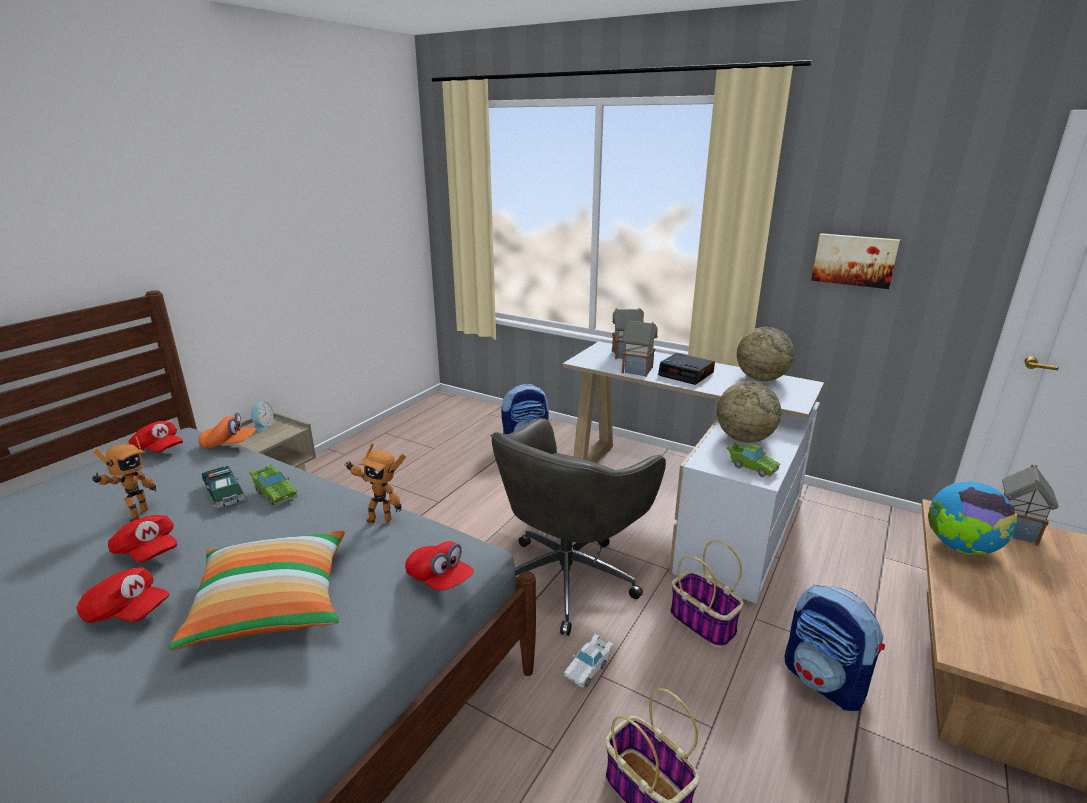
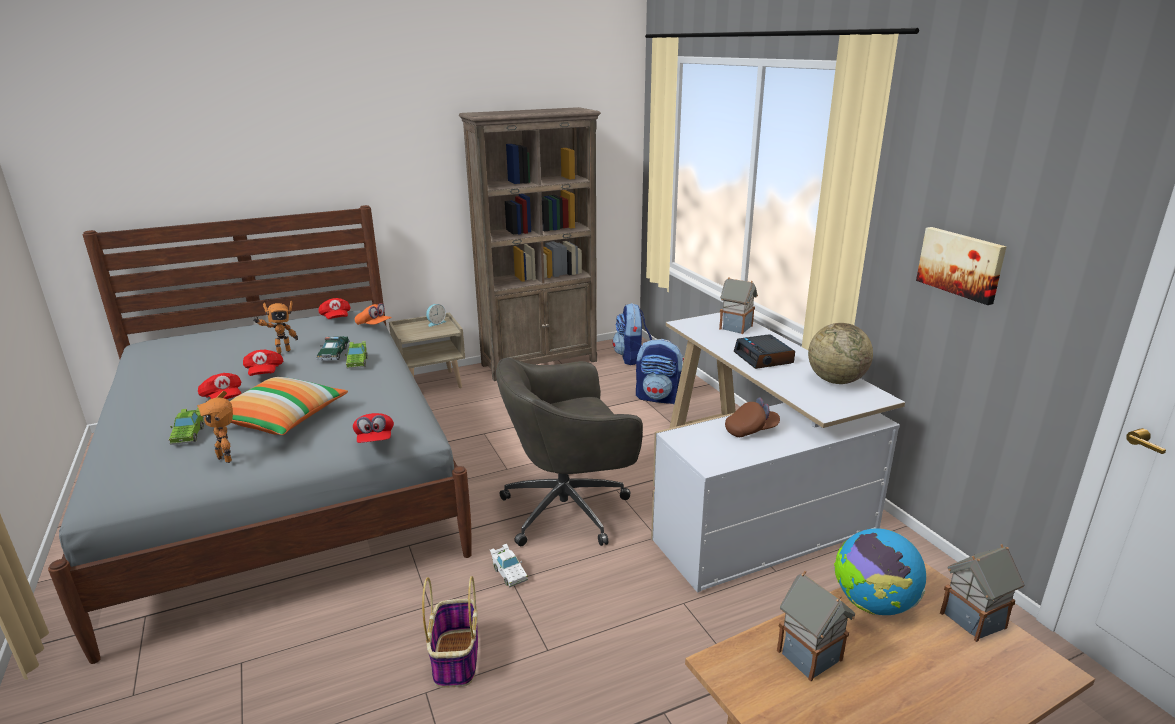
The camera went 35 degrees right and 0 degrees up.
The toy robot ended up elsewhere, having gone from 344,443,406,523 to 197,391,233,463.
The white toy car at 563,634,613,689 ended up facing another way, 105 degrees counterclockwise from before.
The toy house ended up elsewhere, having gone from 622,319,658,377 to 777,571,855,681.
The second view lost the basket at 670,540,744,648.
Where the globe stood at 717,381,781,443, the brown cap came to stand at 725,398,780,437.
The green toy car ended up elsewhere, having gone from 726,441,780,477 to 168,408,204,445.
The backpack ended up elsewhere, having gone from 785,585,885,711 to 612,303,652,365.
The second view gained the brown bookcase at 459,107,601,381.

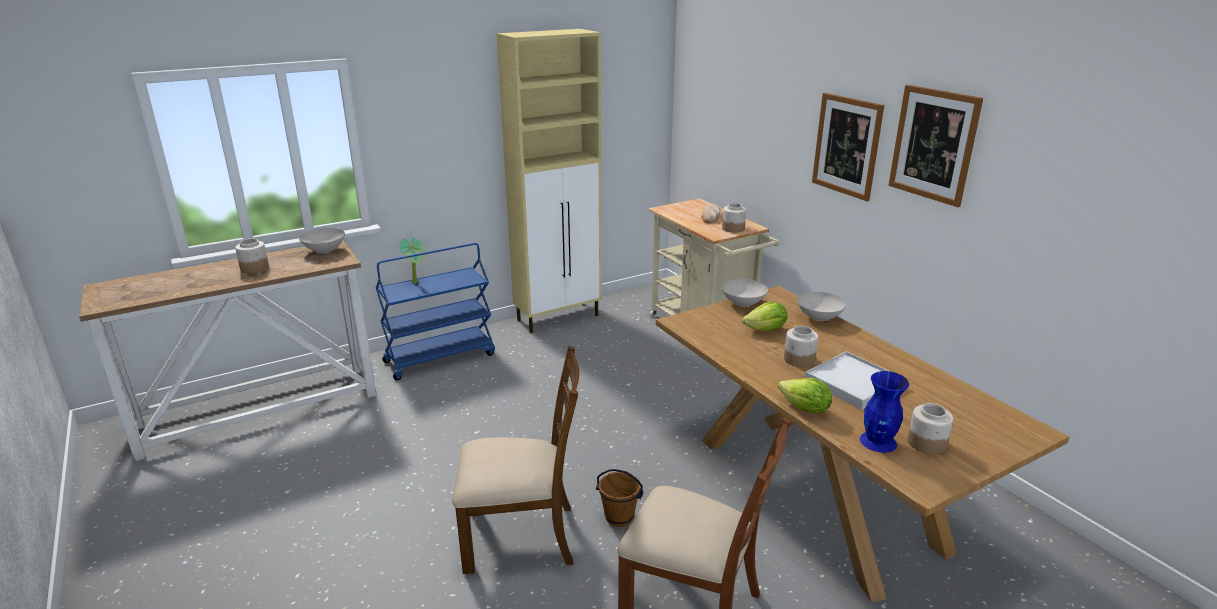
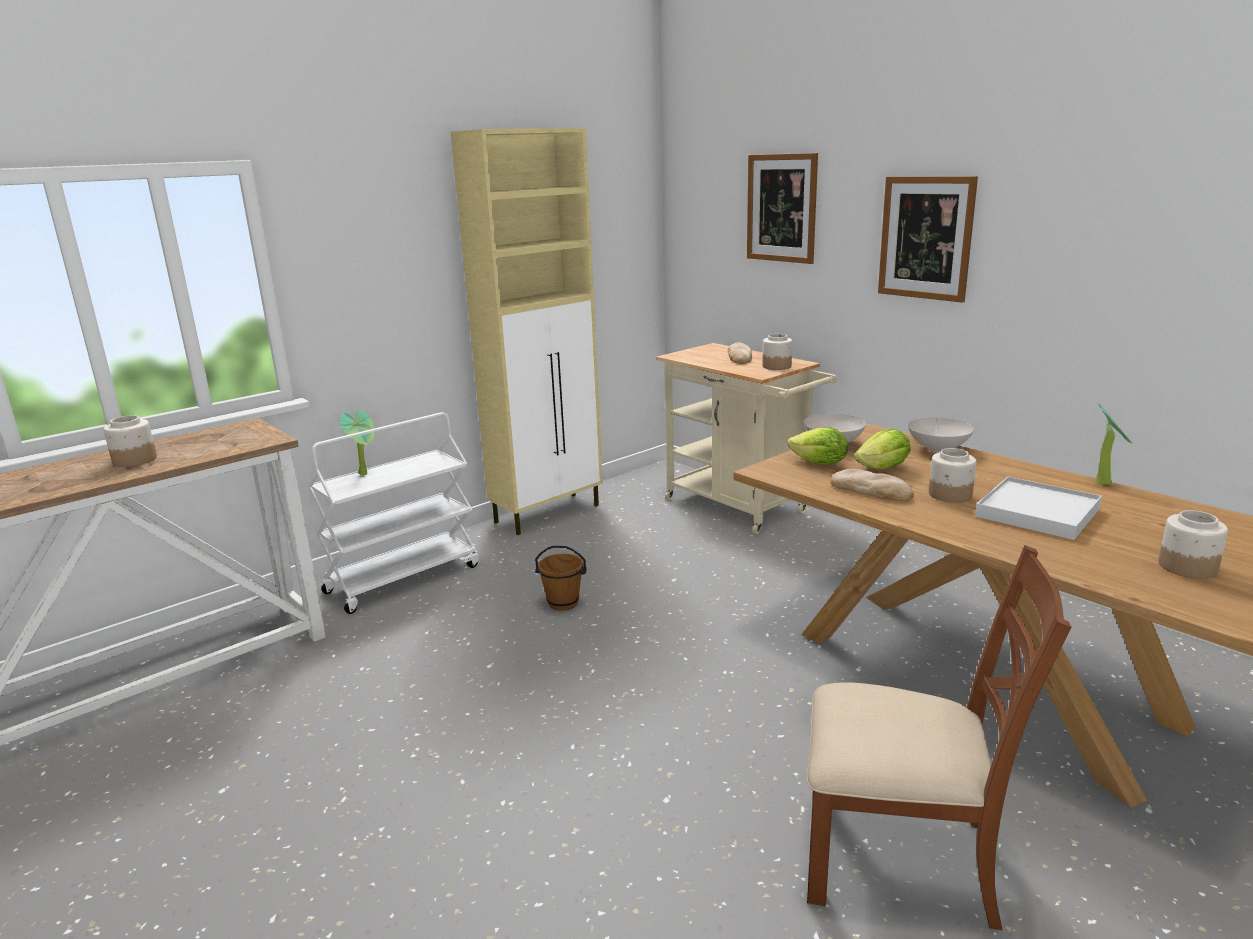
The camera went 10 degrees left and 5 degrees down.
The second view lost the white bowl at 299,228,345,253.
What was the blue cart at 376,243,495,380 turned into the white cart at 308,412,479,614.
The second view lost the brown chair at 452,346,579,574.
The brown bucket ended up elsewhere, having gone from 596,469,644,527 to 535,546,587,611.
The lettuce ended up elsewhere, having gone from 778,378,832,413 to 788,427,848,464.
The second view lost the blue vase at 860,371,909,453.
The picture ended up elsewhere, having gone from 888,85,983,207 to 747,153,818,264.
The second view gained the bread at 830,469,914,501.
The second view gained the potted plant at 1097,403,1132,485.

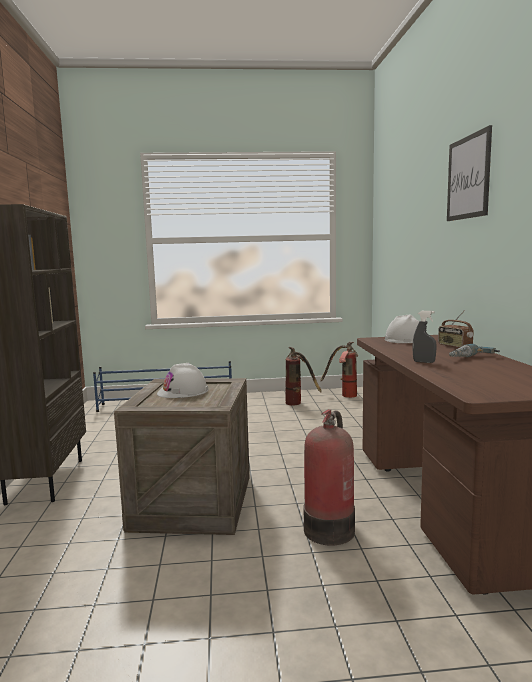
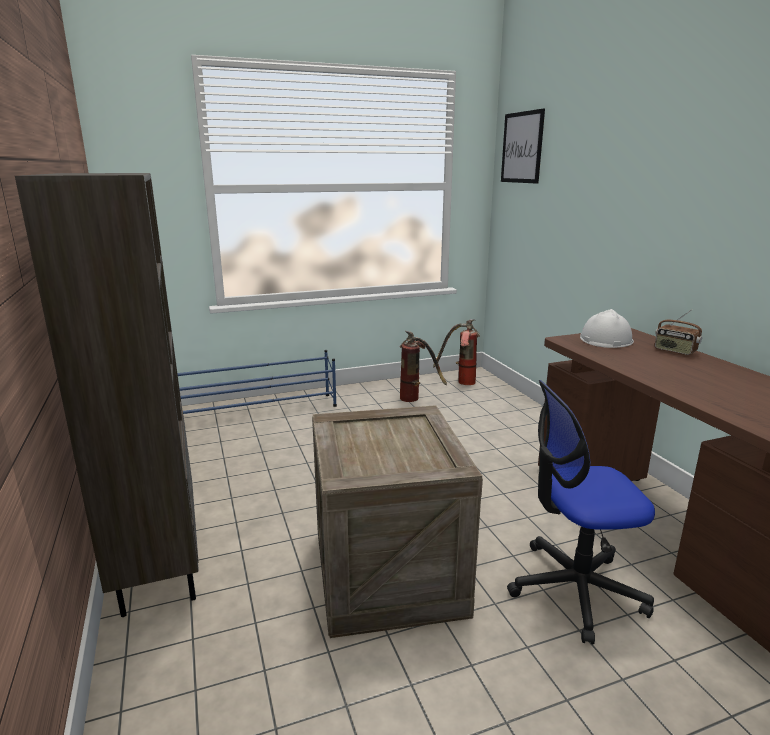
The camera went 15 degrees left and 10 degrees up.
The second view lost the white hard hat at 157,363,209,398.
Where the fire extinguisher stood at 304,409,355,546, the office chair came to stand at 507,380,655,645.
The second view lost the grey spray bottle at 413,311,437,363.
The picture ended up elsewhere, having gone from 447,125,492,221 to 501,109,545,184.
The second view lost the power drill at 449,344,500,357.

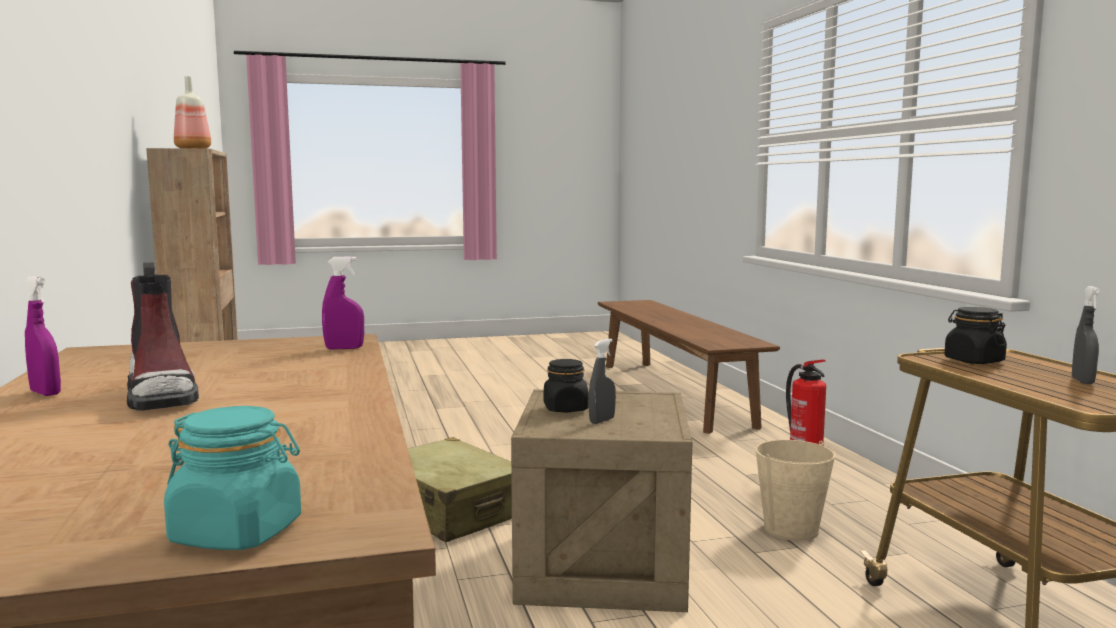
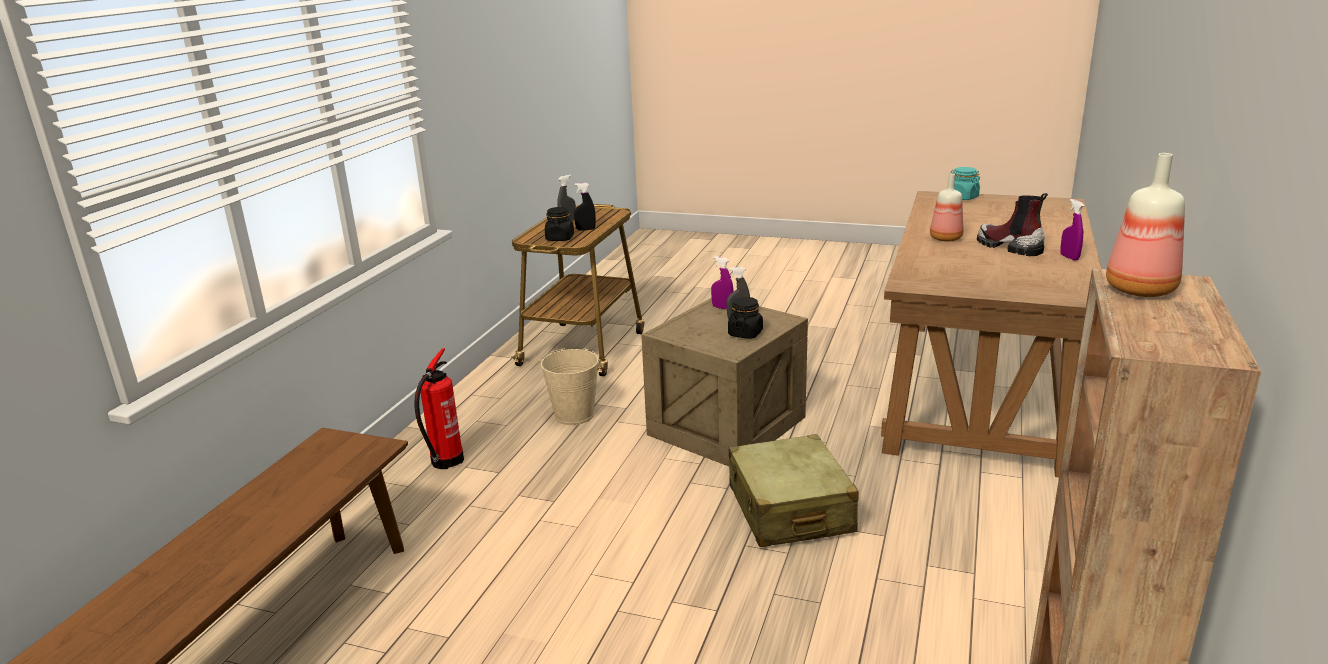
The camera went 145 degrees left and 15 degrees up.
The boot at 127,262,199,411 ended up facing another way, 45 degrees counterclockwise from before.
The purple spray bottle ended up elsewhere, having gone from 322,256,364,349 to 711,256,734,309.
The second view gained the black spray bottle at 574,183,596,230.
The second view gained the bottle at 930,173,963,242.

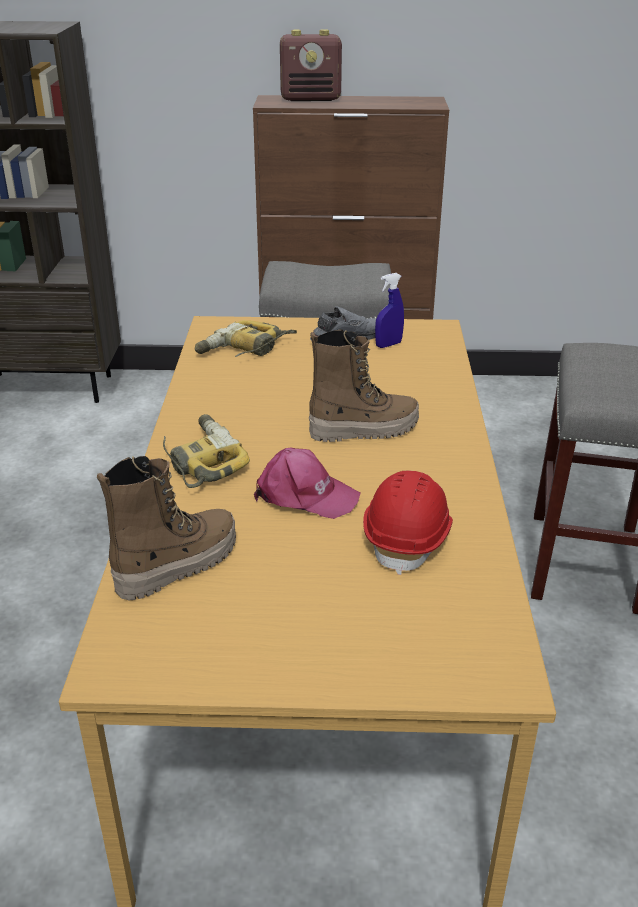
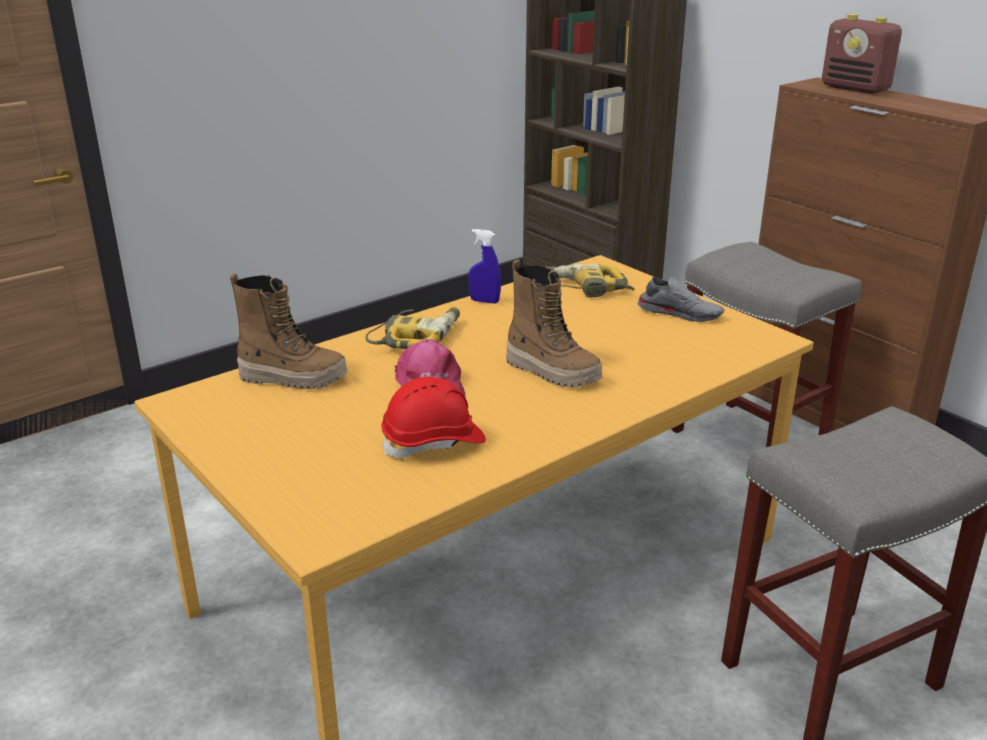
The camera went 50 degrees right and 5 degrees down.
The blue spray bottle ended up elsewhere, having gone from 375,273,404,348 to 468,229,501,304.

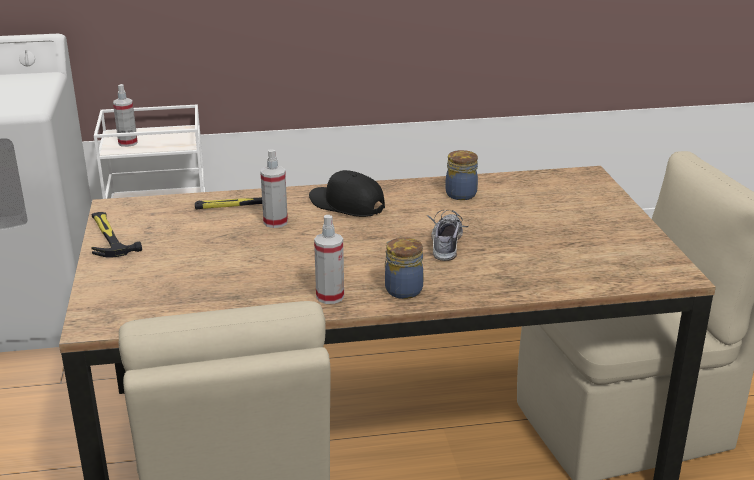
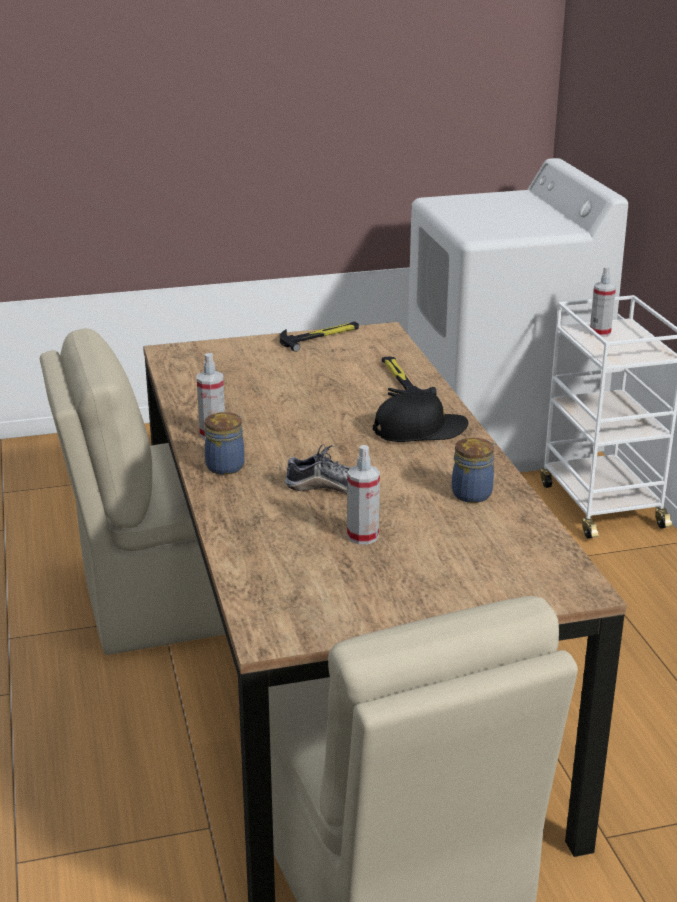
The camera went 85 degrees right and 0 degrees up.
The spray bottle ended up elsewhere, having gone from 260,149,288,228 to 347,445,380,544.
The black cap at 309,170,385,217 ended up facing another way, 45 degrees clockwise from before.

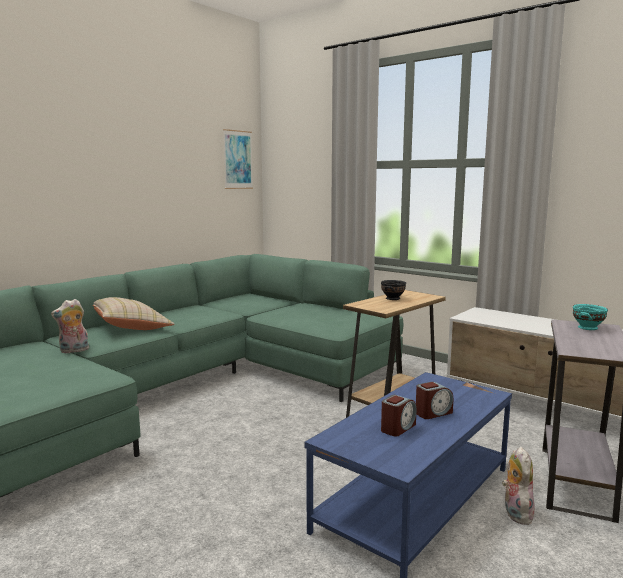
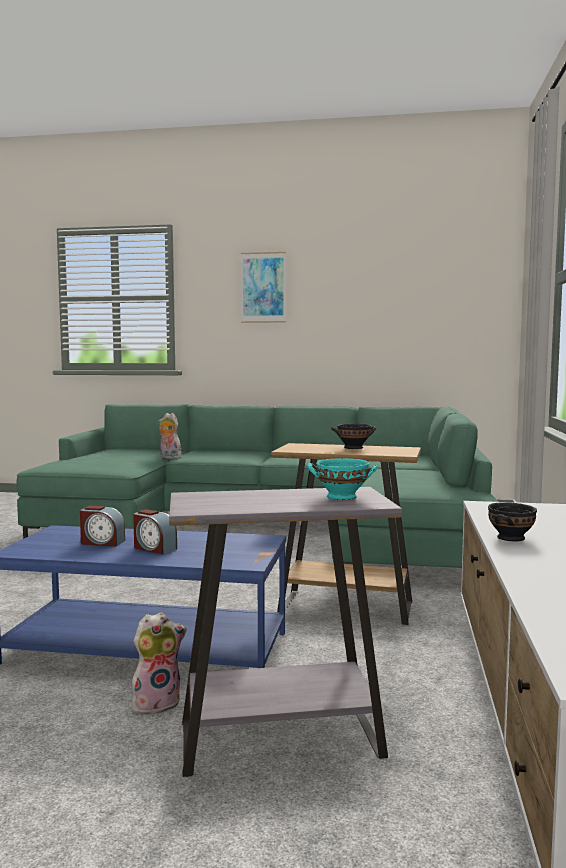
The camera went 60 degrees right and 5 degrees down.
The second view lost the beige pillow at 93,297,174,330.
The picture ended up elsewhere, having gone from 223,129,253,189 to 241,252,286,323.
The second view gained the black bowl at 488,502,537,542.

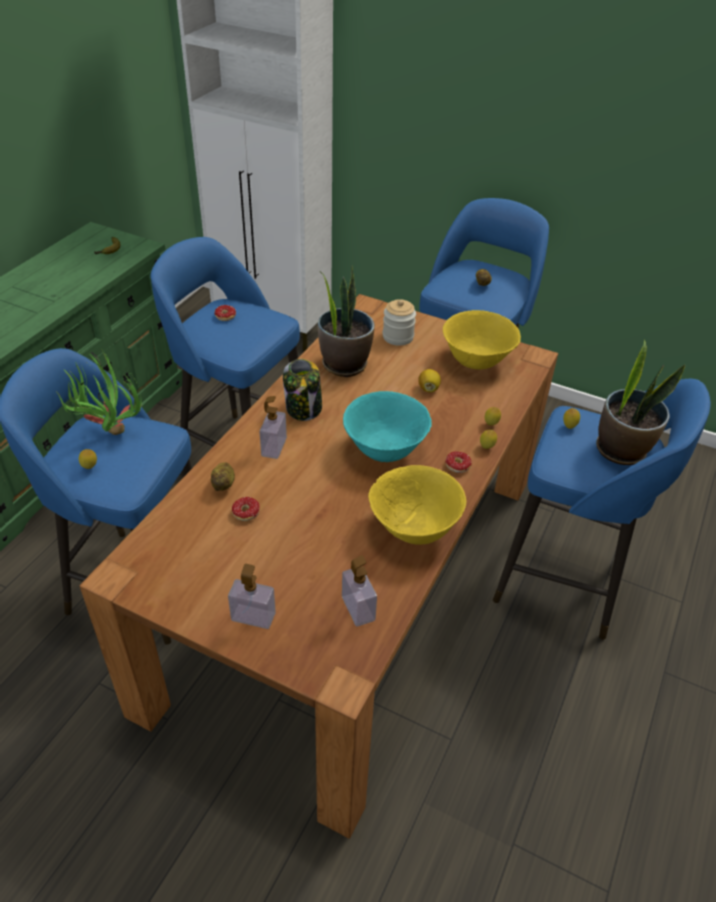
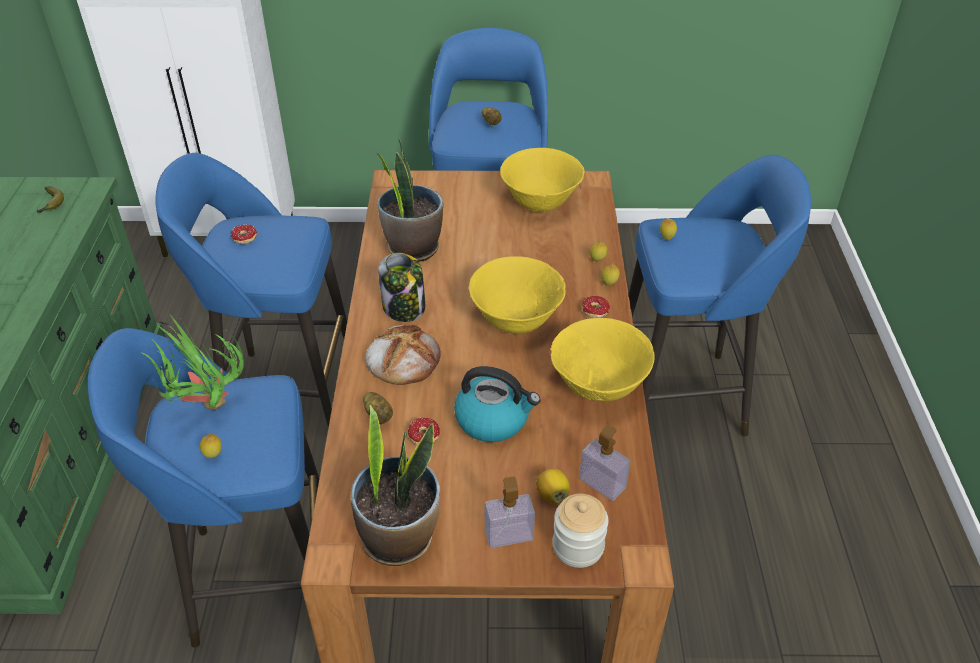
The camera went 25 degrees left and 0 degrees up.
Where the soap dispenser stood at 260,396,287,459, the bread came to stand at 365,325,441,385.
What was the turquoise bowl at 343,391,432,462 turned into the yellow bowl at 469,256,566,334.
The jar ended up elsewhere, having gone from 383,299,416,346 to 553,494,608,568.
The lemon ended up elsewhere, having gone from 418,369,441,392 to 536,469,570,503.
The potted plant ended up elsewhere, having gone from 596,340,685,465 to 351,404,440,566.
The second view gained the kettle at 454,366,541,442.

